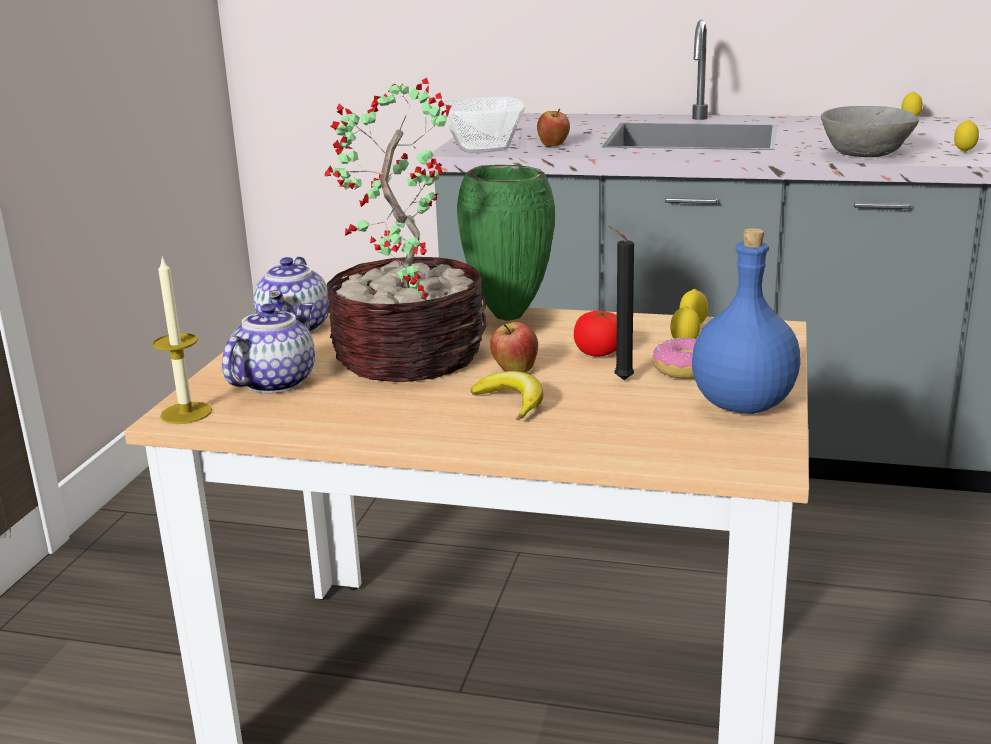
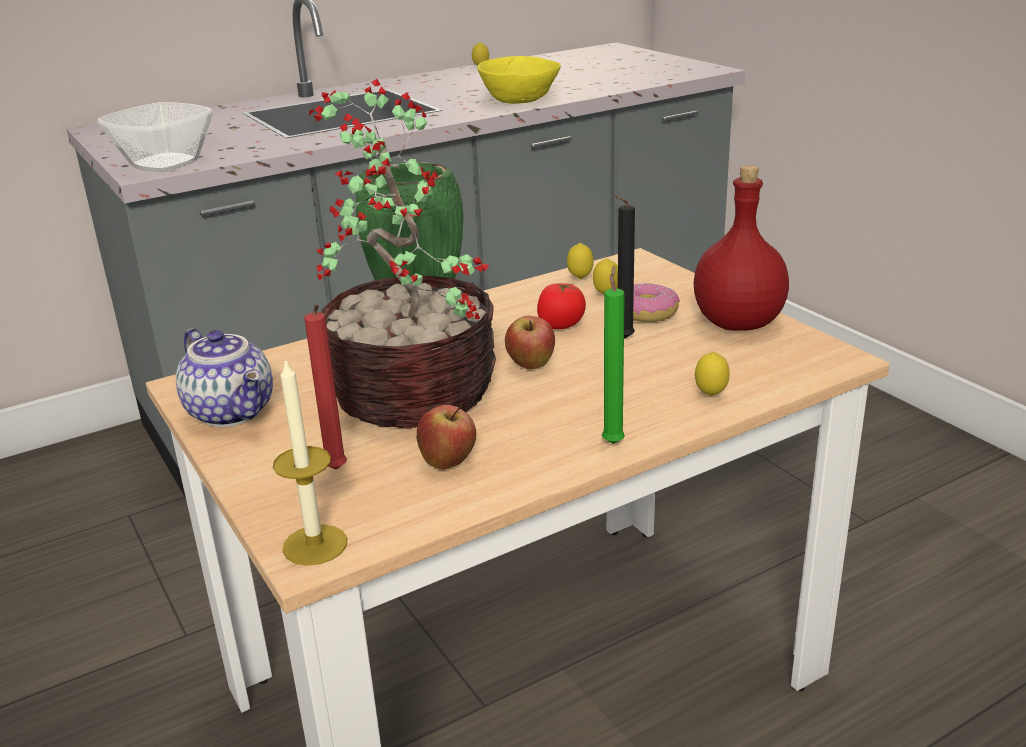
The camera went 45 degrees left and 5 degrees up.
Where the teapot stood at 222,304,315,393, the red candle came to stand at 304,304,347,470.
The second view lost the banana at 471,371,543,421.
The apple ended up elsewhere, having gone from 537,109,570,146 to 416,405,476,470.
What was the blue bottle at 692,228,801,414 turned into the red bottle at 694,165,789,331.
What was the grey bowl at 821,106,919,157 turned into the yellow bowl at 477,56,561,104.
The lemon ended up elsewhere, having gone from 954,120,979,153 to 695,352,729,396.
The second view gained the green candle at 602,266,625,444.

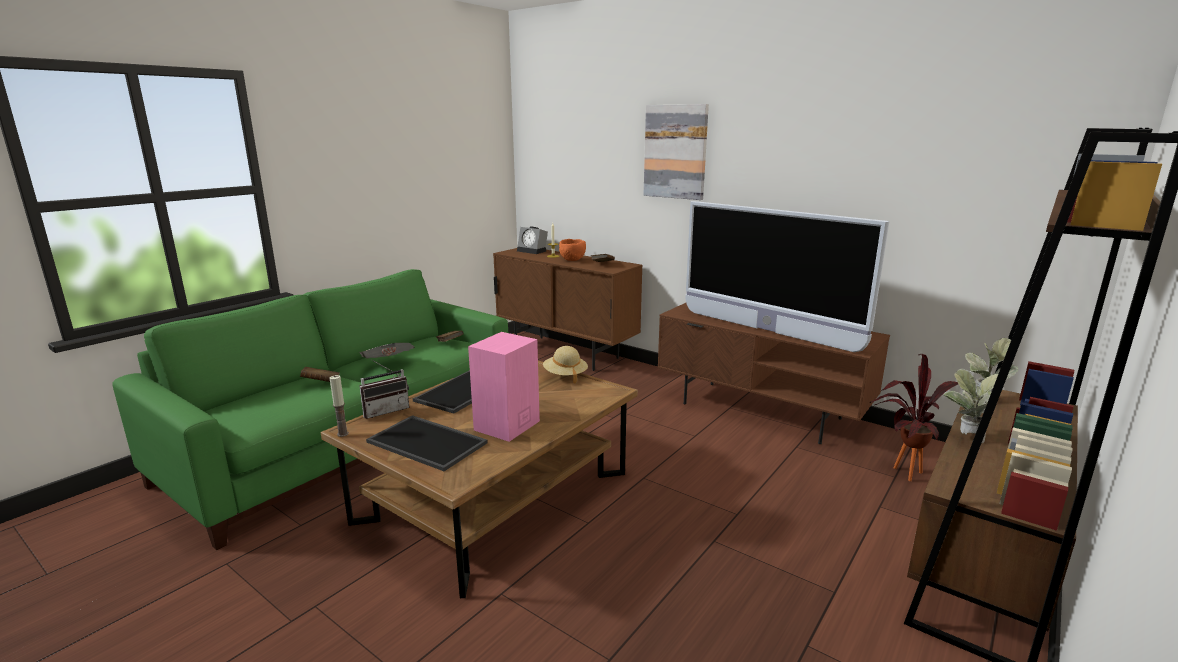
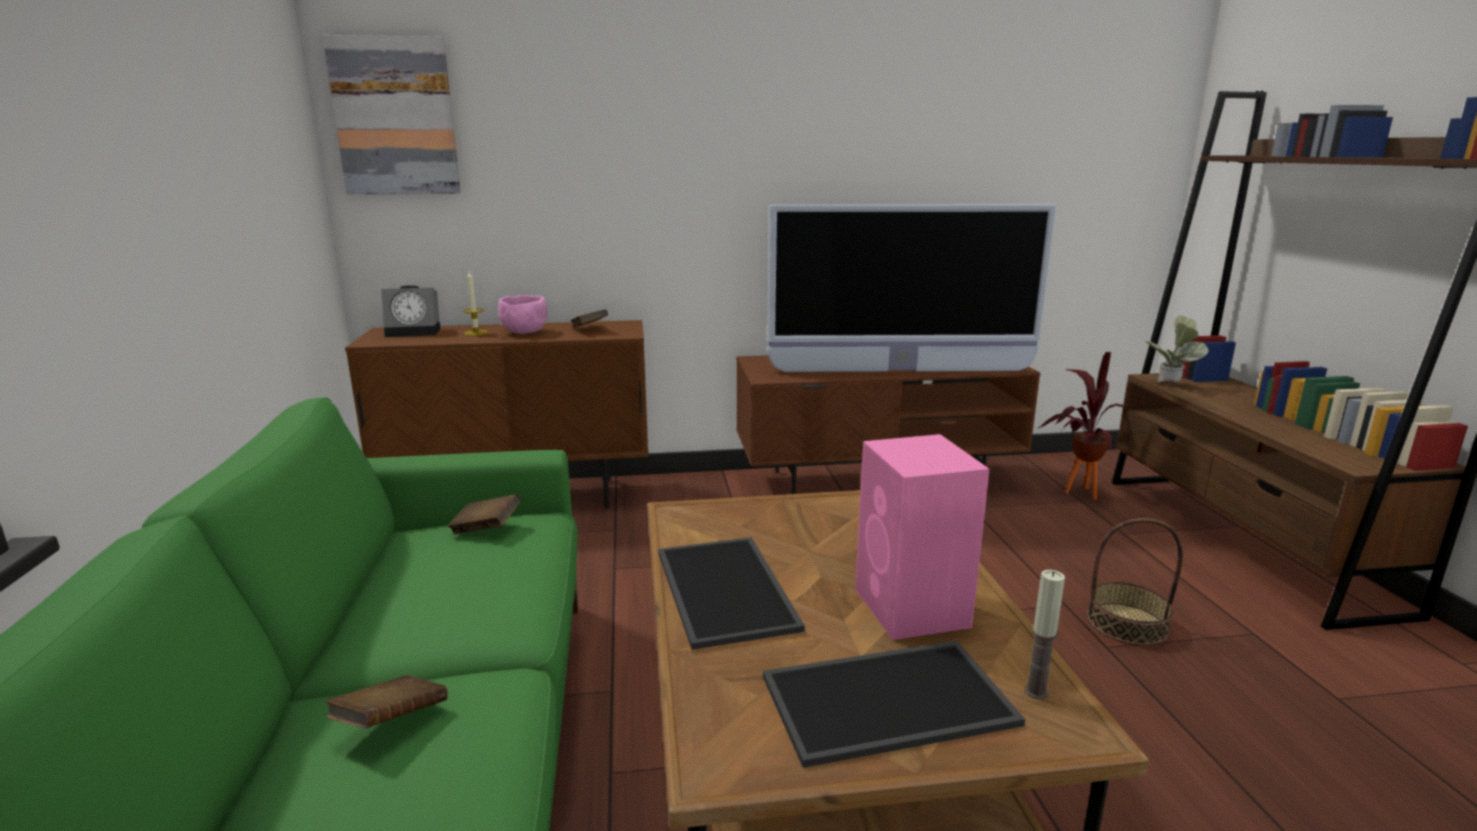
The camera went 45 degrees left and 0 degrees up.
The candle ended up elsewhere, having gone from 330,375,349,437 to 1024,570,1065,699.
The second view lost the newspaper at 359,343,415,358.
The second view lost the radio at 359,359,410,419.
The second view lost the beige hat at 543,346,588,384.
What was the orange bowl at 559,239,586,261 turned into the pink bowl at 498,295,547,334.
The picture ended up elsewhere, having gone from 644,104,709,200 to 322,35,461,194.
The second view lost the potted plant at 943,369,998,443.
The second view gained the basket at 1087,518,1183,646.

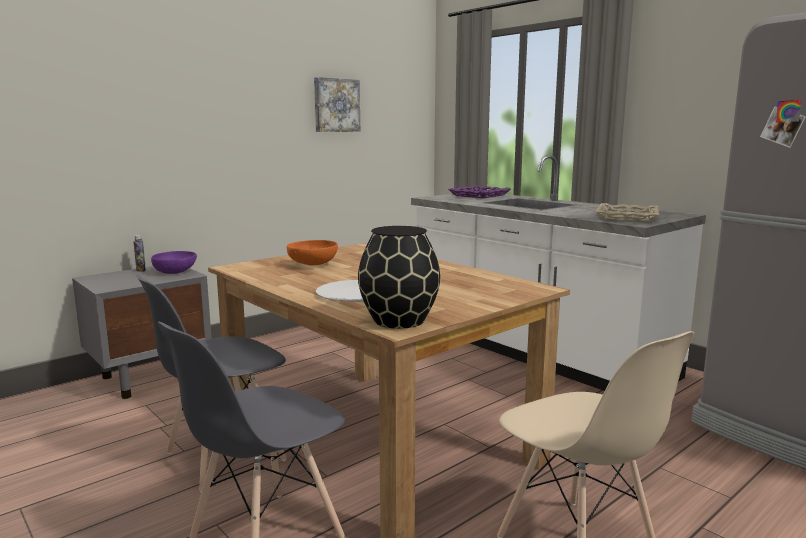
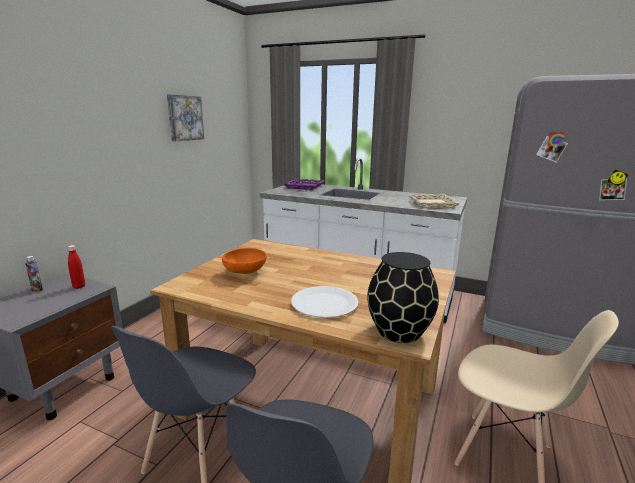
The camera went 25 degrees left and 5 degrees up.
Where the purple bowl stood at 151,251,197,274, the red bottle came to stand at 67,245,85,289.

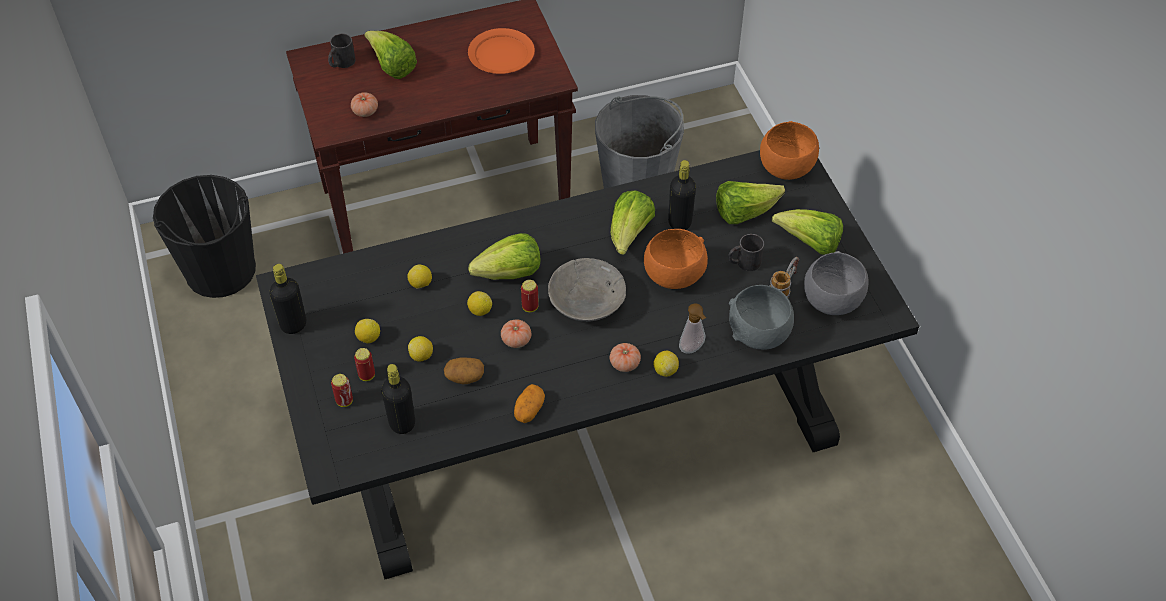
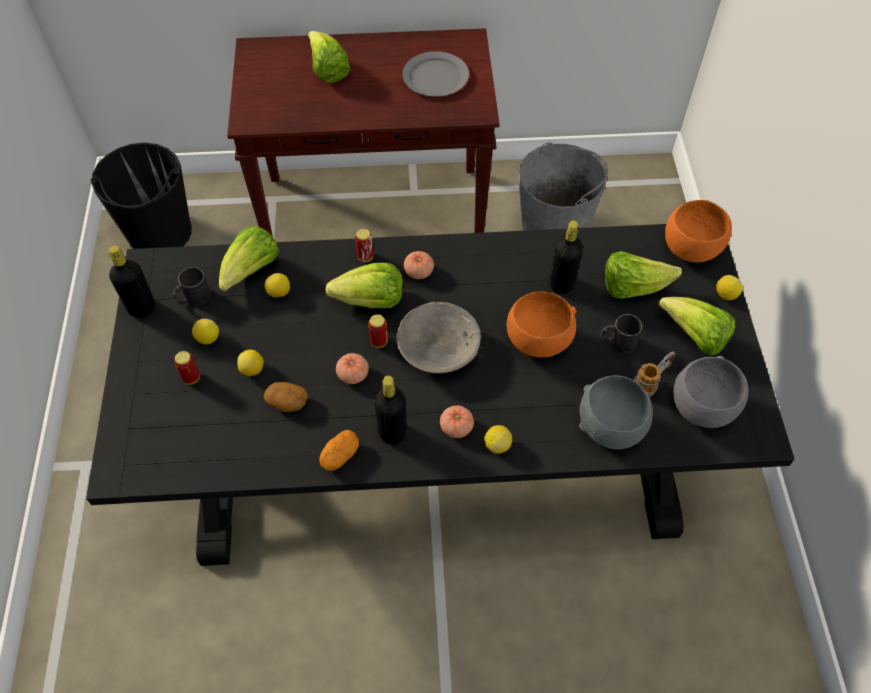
The camera went 15 degrees right and 5 degrees up.
The black mug ended up elsewhere, having gone from 328,34,356,68 to 172,267,211,306.
The can ended up elsewhere, having gone from 331,374,353,407 to 355,229,374,262.
The tomato ended up elsewhere, having gone from 351,92,378,117 to 404,251,434,279.
The black bottle ended up elsewhere, having gone from 382,364,415,434 to 374,376,407,445.
The lemon ended up elsewhere, having gone from 467,291,492,316 to 716,275,743,300.
What was the orange plate at 468,28,535,74 turned into the grey plate at 402,51,469,97.
The lettuce ended up elsewhere, having gone from 611,190,655,255 to 219,226,280,292.
The second view lost the soap dispenser at 679,303,706,354.

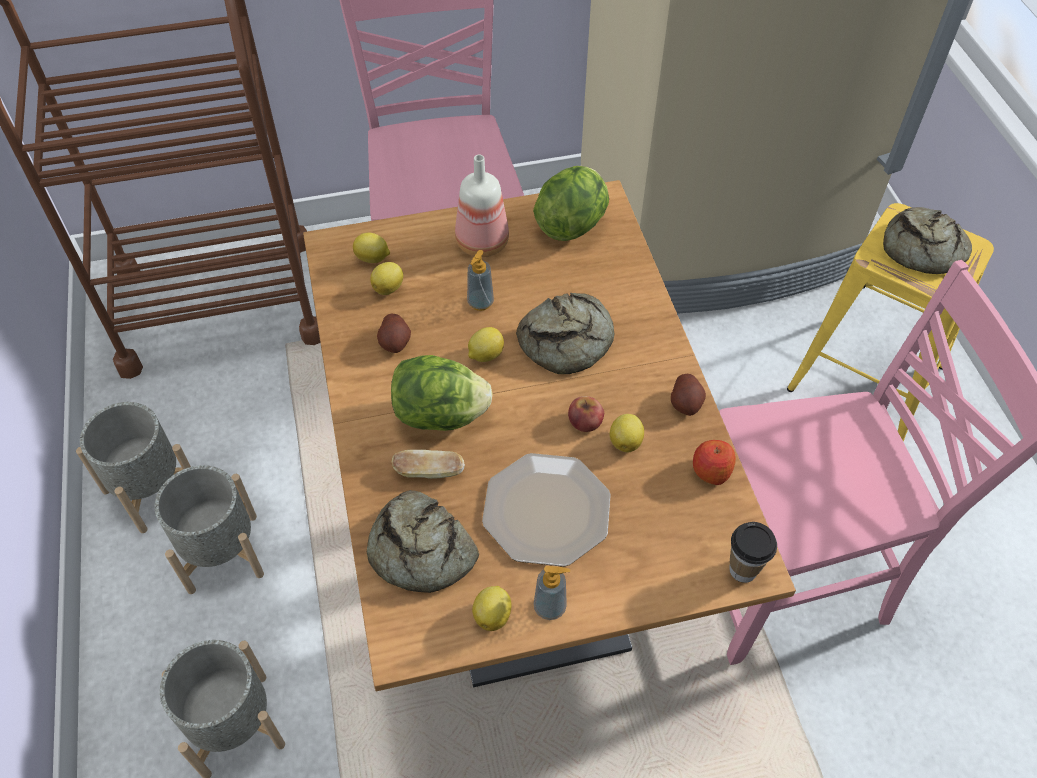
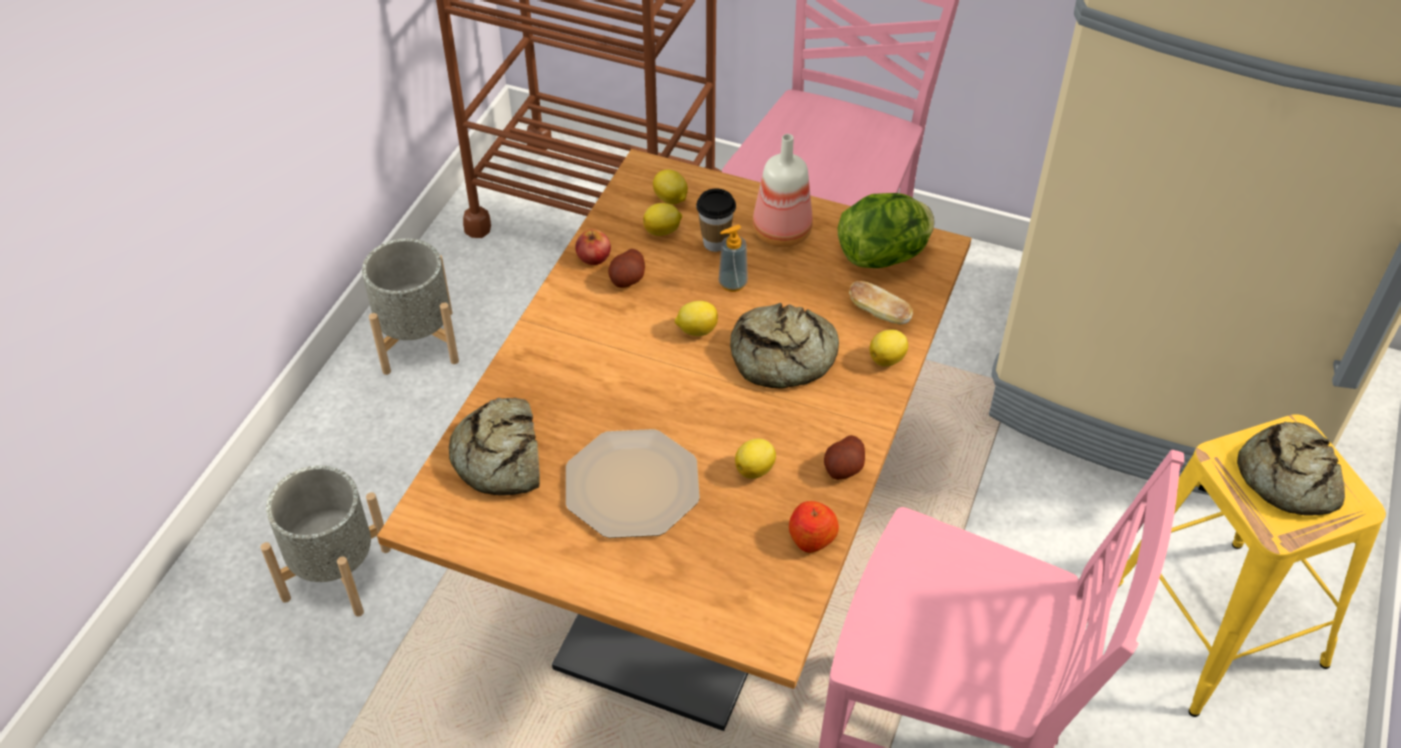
The camera went 35 degrees right and 5 degrees down.
The second view lost the grey planter at 155,465,264,594.
The second view lost the lettuce at 391,355,493,431.
The bread ended up elsewhere, having gone from 392,450,465,479 to 849,281,913,325.
The lemon ended up elsewhere, having gone from 472,586,512,631 to 870,330,908,367.
The second view lost the soap dispenser at 534,566,570,620.
The apple ended up elsewhere, having gone from 568,396,604,432 to 575,229,611,265.
The cup ended up elsewhere, having gone from 729,522,777,583 to 696,189,736,252.

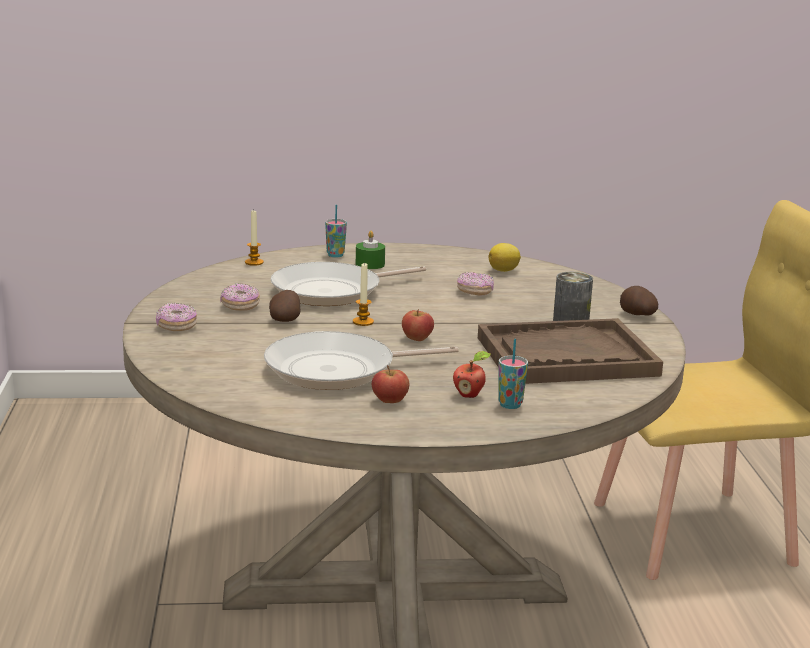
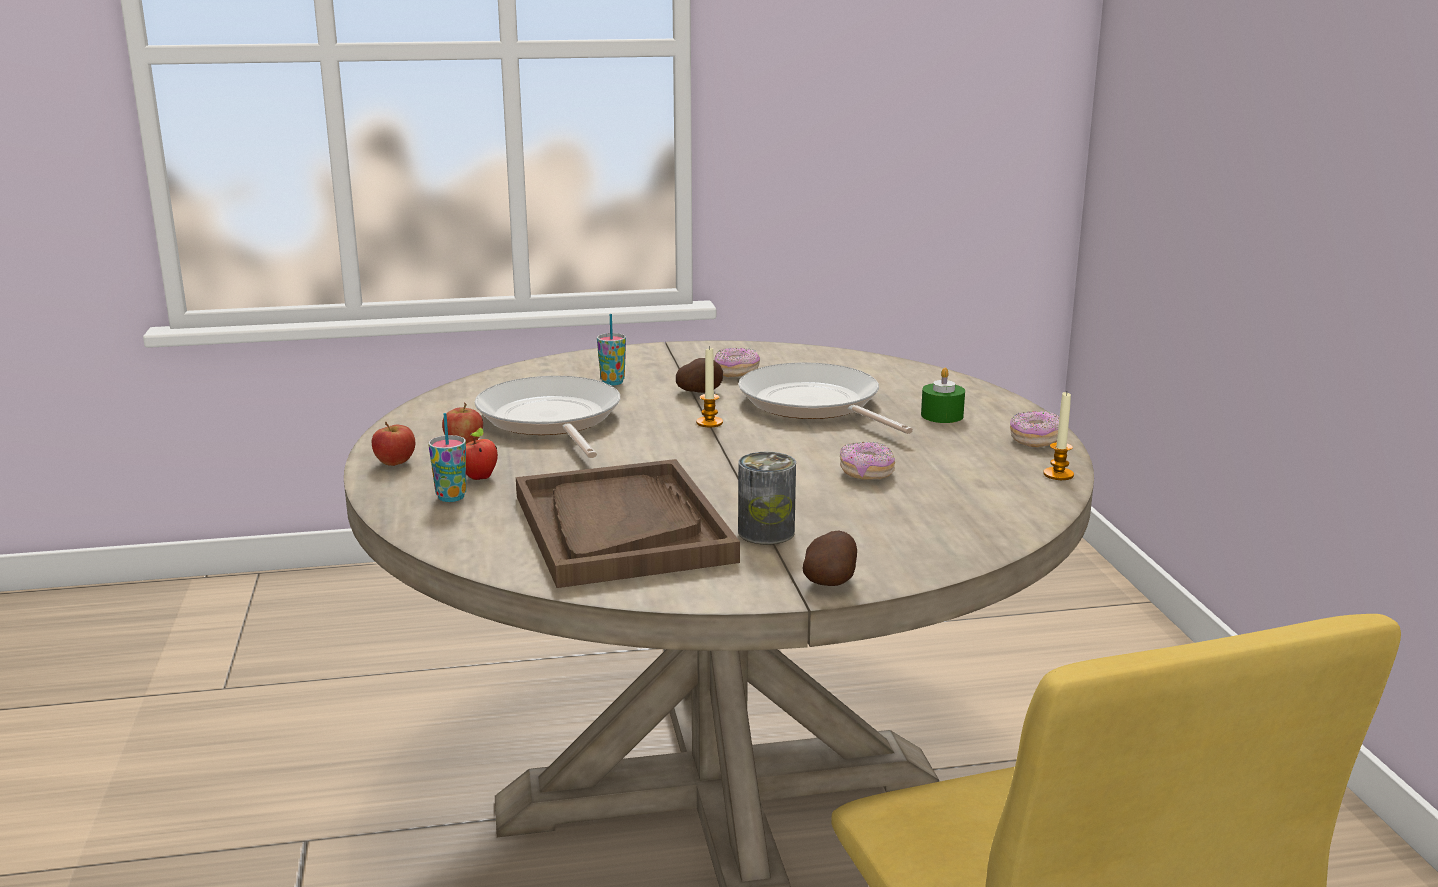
The camera went 85 degrees right and 0 degrees up.
The donut ended up elsewhere, having gone from 156,303,197,331 to 1010,411,1059,447.
The candle ended up elsewhere, having gone from 245,210,264,266 to 1044,392,1074,480.
The cup ended up elsewhere, having gone from 325,205,347,258 to 597,314,626,386.
The apple ended up elsewhere, having gone from 402,309,434,341 to 372,422,415,466.
The second view lost the lemon at 489,243,521,272.

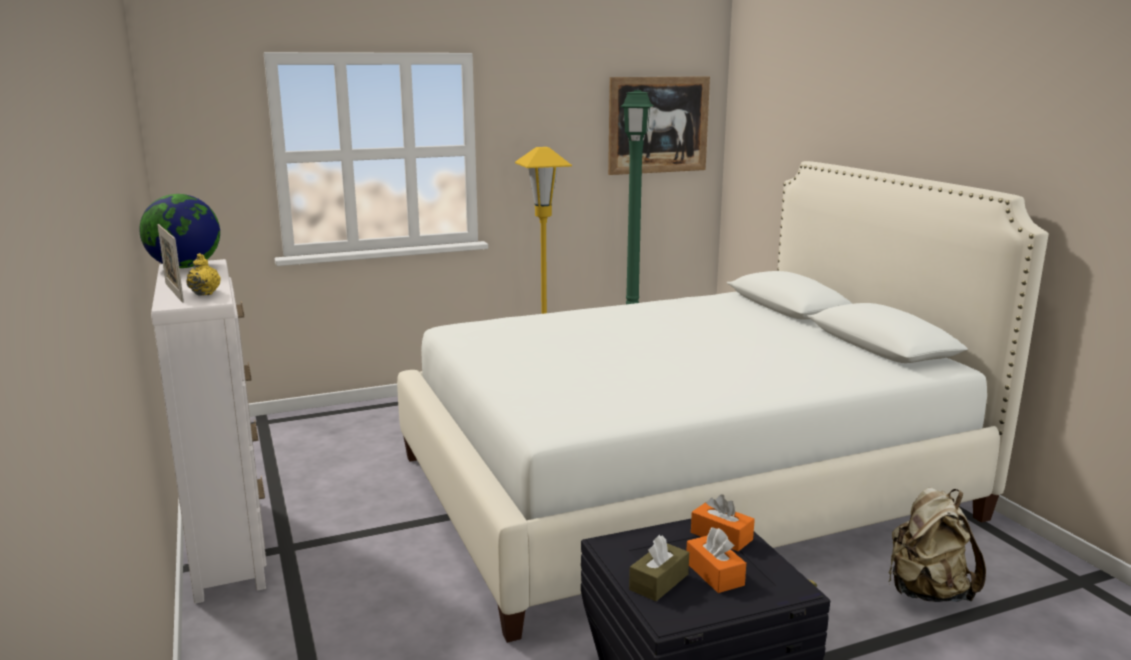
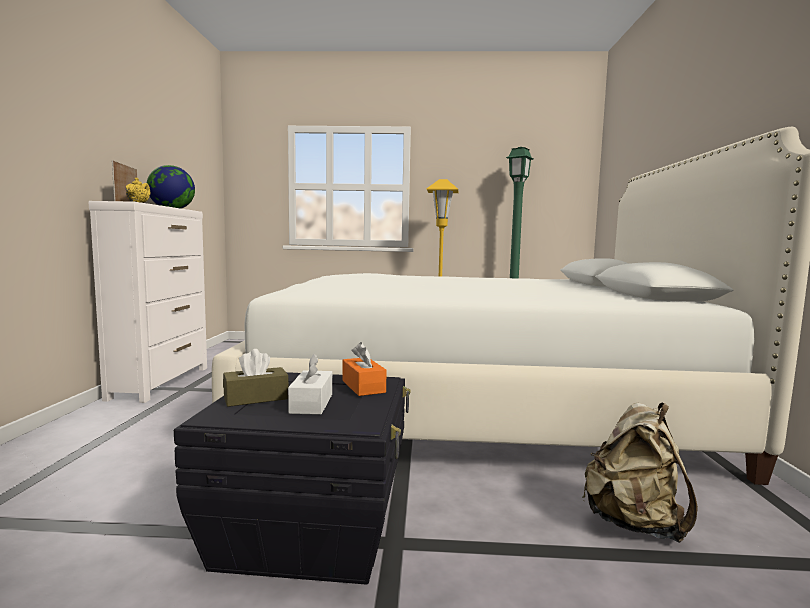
The camera went 25 degrees right and 10 degrees down.
The second view lost the picture at 608,76,710,175.
What was the orange tissue box at 686,527,746,593 turned into the white tissue box at 288,354,332,415.

